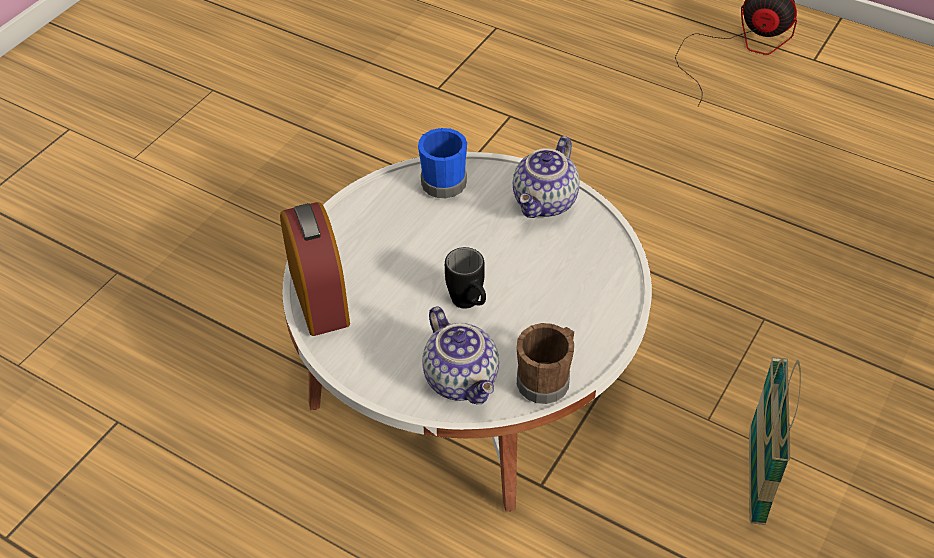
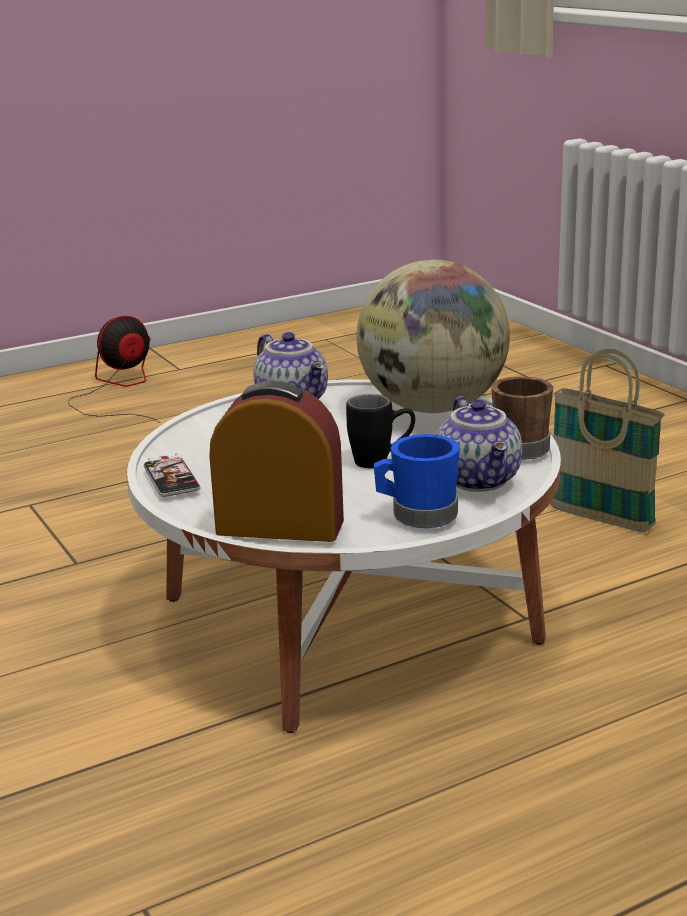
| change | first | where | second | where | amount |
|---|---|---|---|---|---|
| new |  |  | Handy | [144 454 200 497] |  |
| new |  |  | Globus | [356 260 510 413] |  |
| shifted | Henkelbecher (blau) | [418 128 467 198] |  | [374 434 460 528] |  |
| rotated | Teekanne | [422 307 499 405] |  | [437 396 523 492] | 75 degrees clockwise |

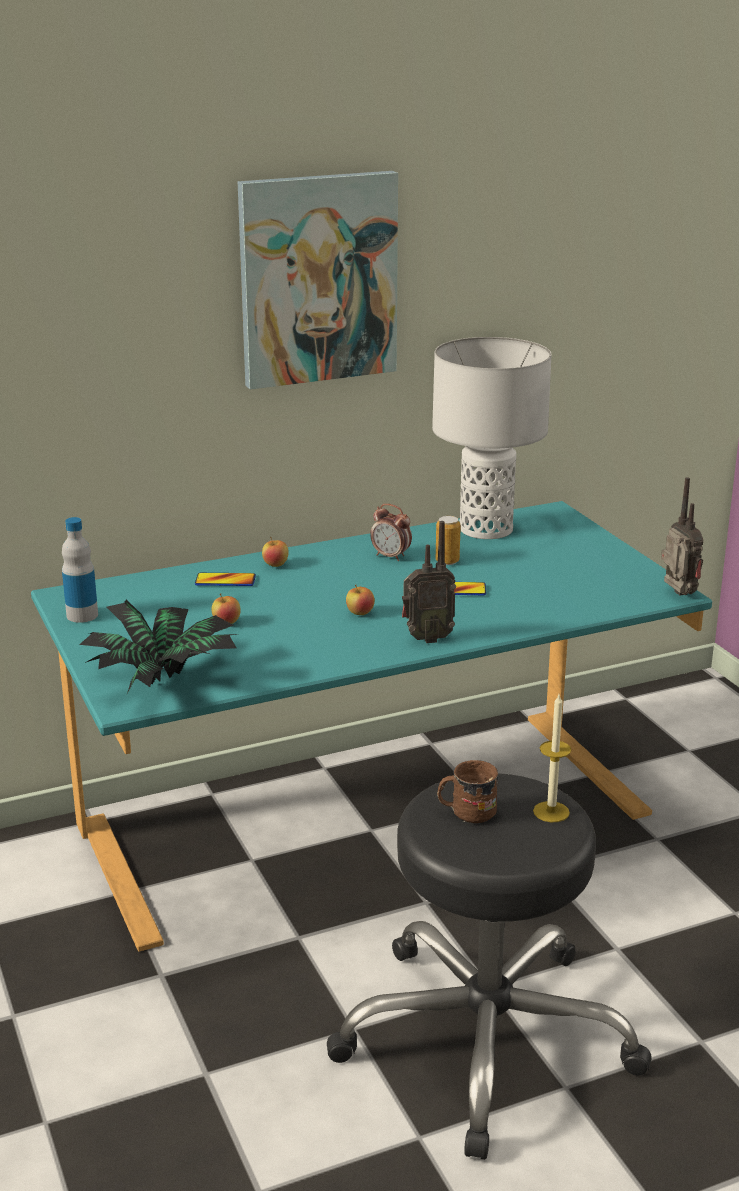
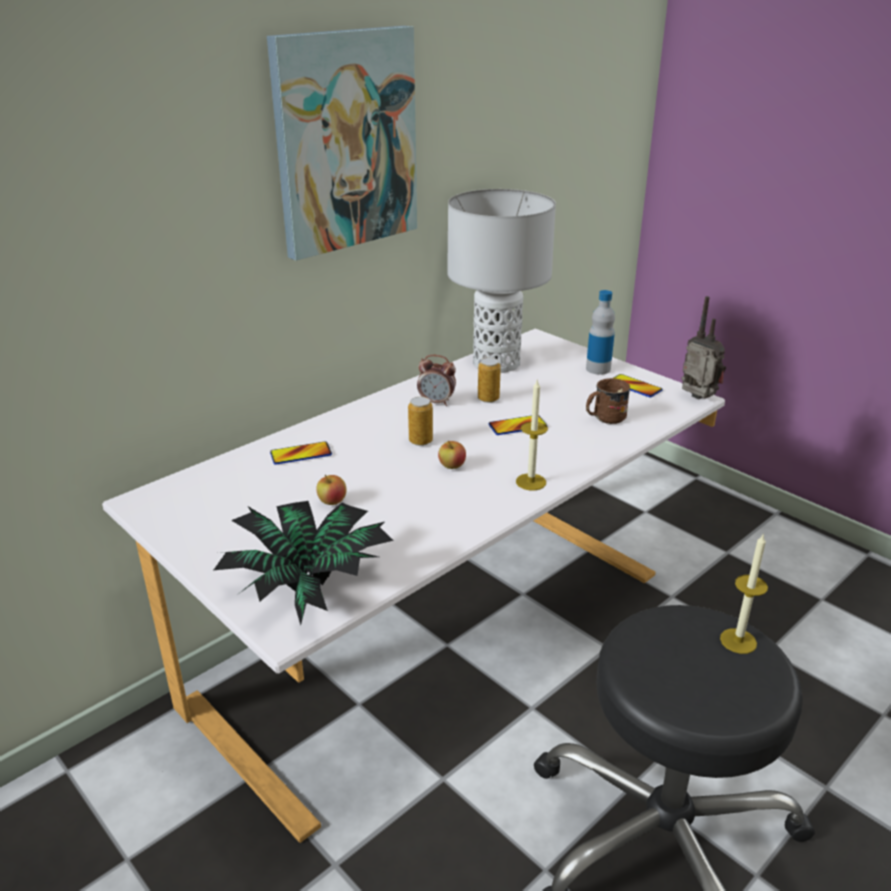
| change | first | where | second | where | amount |
|---|---|---|---|---|---|
| repainted | Schreibtisch (türkis) | [31 501 712 952] | Schreibtisch (weiß) | [102 328 725 843] |  |
| new |  |  | Dose | [408 397 433 446] |  |
| swapped | Radio | [402 521 456 643] | Kerze | [516 380 548 491] |  |
| shifted | Flasche | [62 517 98 623] |  | [586 290 615 375] |  |
| shifted | Henkelbecher (braun) | [437 760 498 823] |  | [586 378 630 424] |  |
| new |  |  | Handy | [614 374 663 397] |  |
| gone | Apfel | [262 537 289 567] |  |  |  |

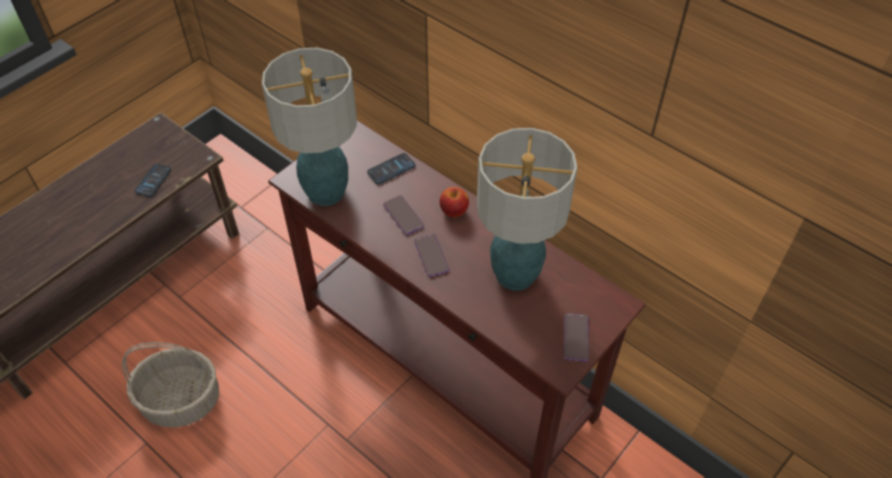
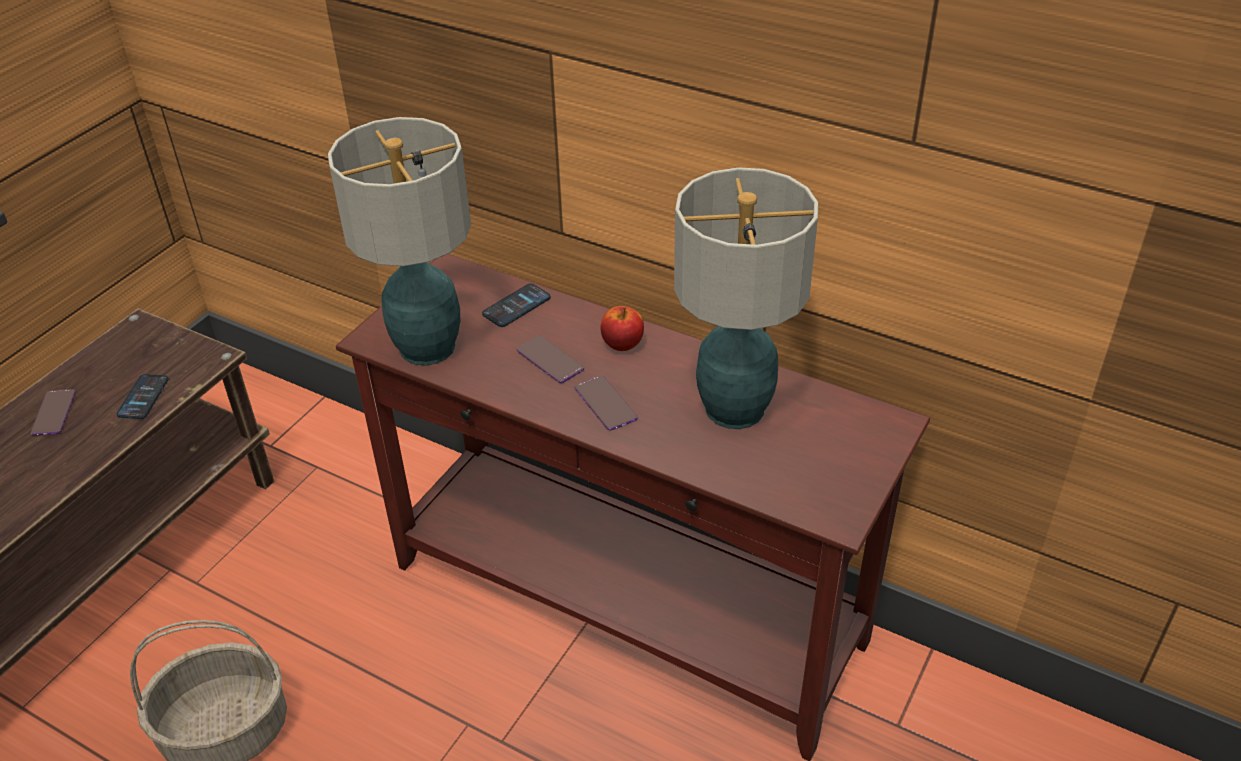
| change | first | where | second | where | amount |
|---|---|---|---|---|---|
| shifted | Handy | [564 313 589 361] |  | [31 389 76 436] |  |

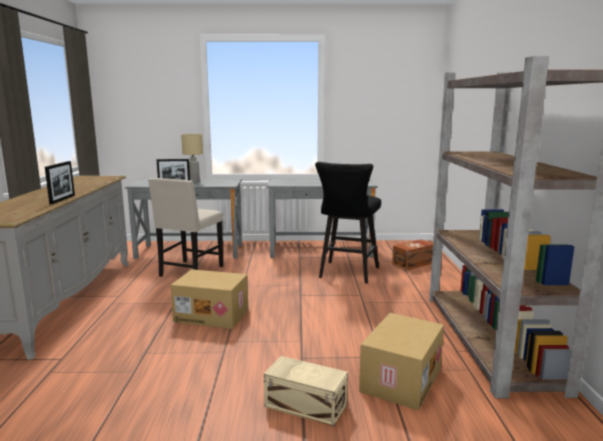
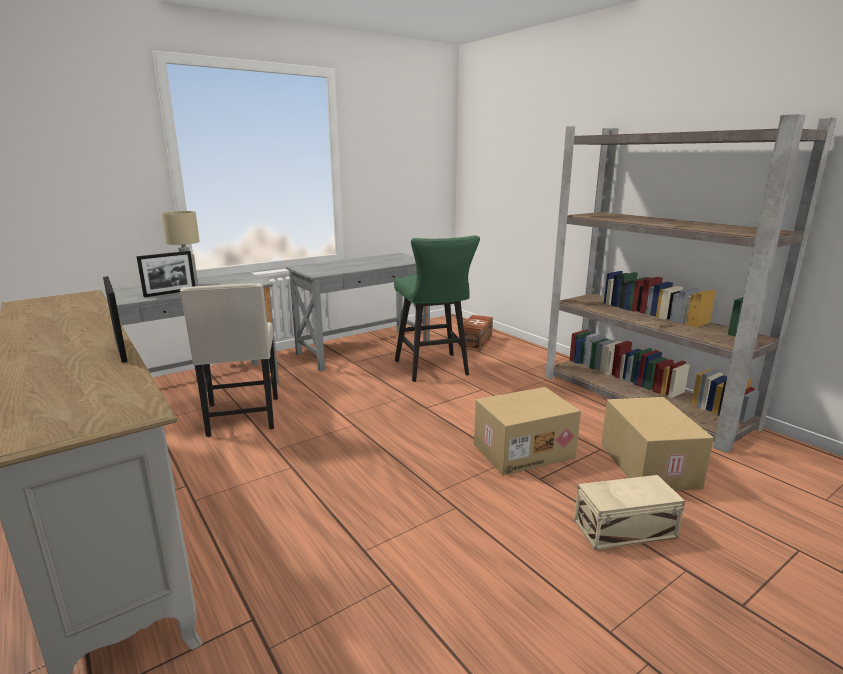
| change | first | where | second | where | amount |
|---|---|---|---|---|---|
| repainted | Hocker (schwarz) | [315 162 381 284] | Hocker (grün) | [394 235 480 382] |  |
| shifted | Karton | [171 269 248 329] |  | [474 387 581 476] |  |

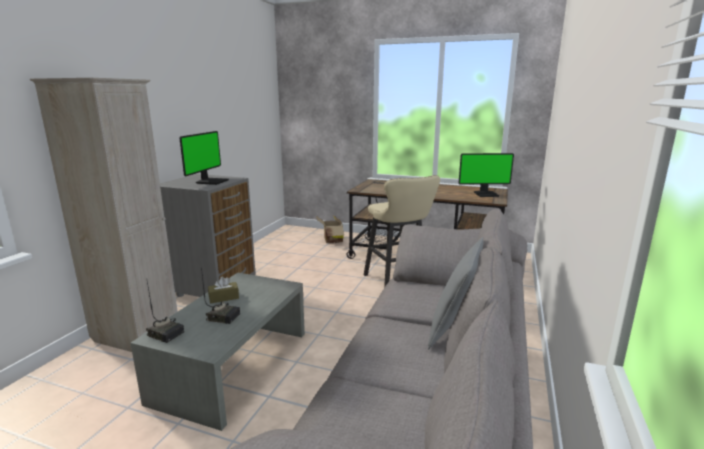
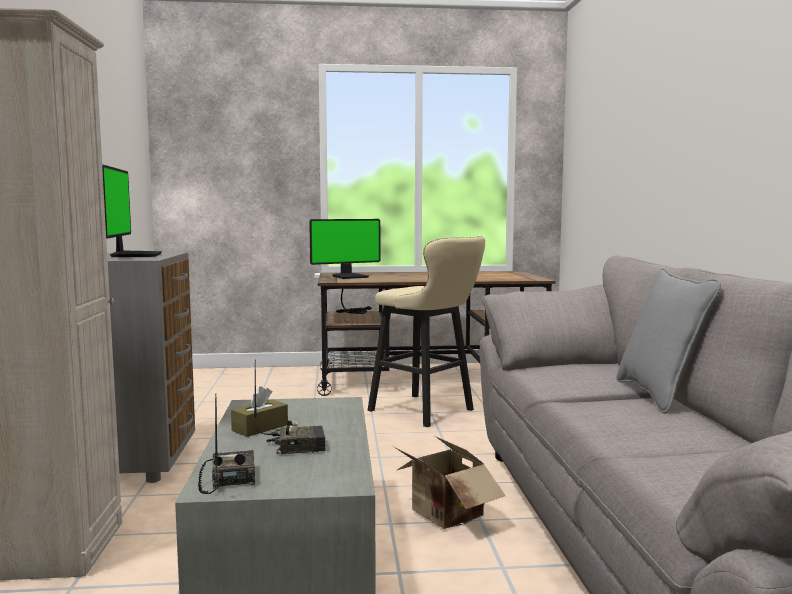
| change | first | where | second | where | amount |
|---|---|---|---|---|---|
| rotated | Radio | [146 281 184 343] |  | [198 394 255 494] | 105 degrees counterclockwise |
| shifted | Monitor | [459 153 514 197] |  | [309 219 380 279] |  |
| shifted | Karton | [316 215 344 243] |  | [394 436 506 529] |  |

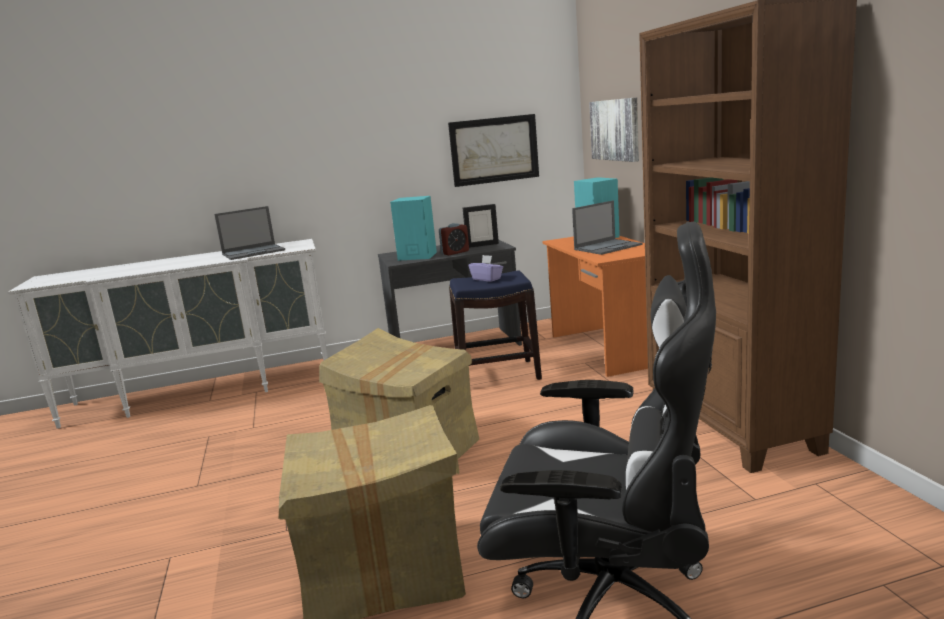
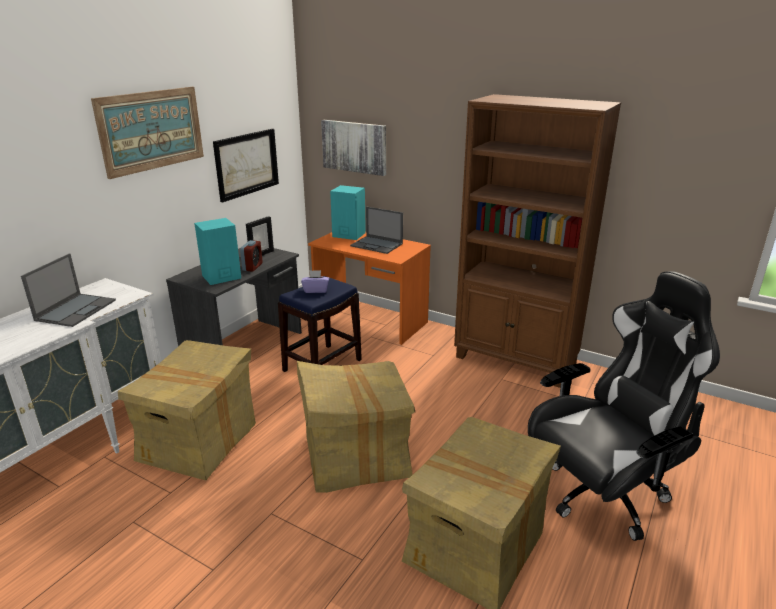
| change | first | where | second | where | amount |
|---|---|---|---|---|---|
| new |  |  | Bild | [91 87 204 179] |  |
| new |  |  | Karton | [118 340 256 480] |  |
| rotated | Laptop | [572 200 642 255] |  | [350 206 403 254] | 105 degrees clockwise |

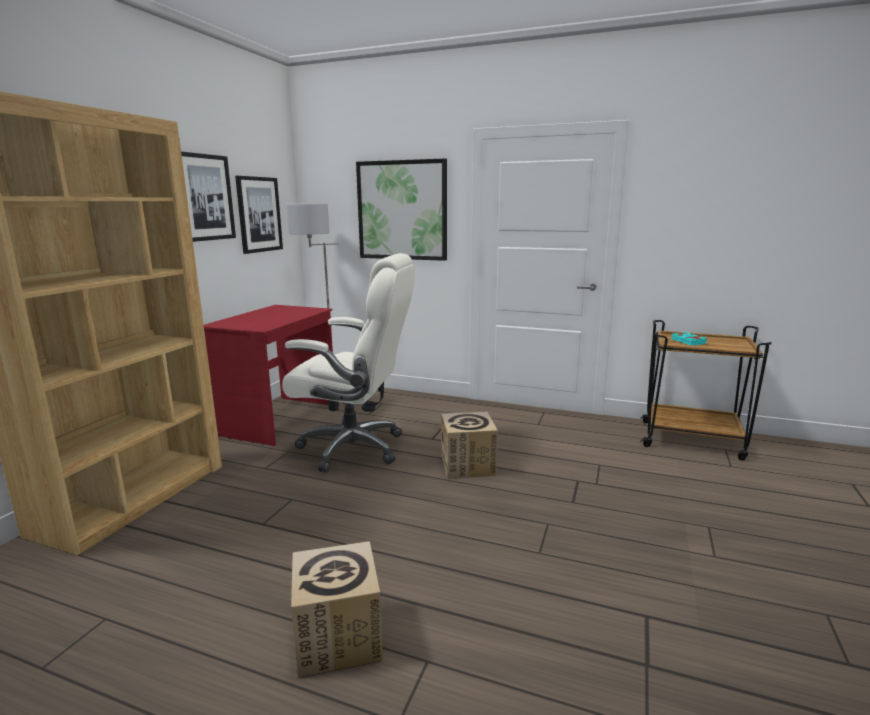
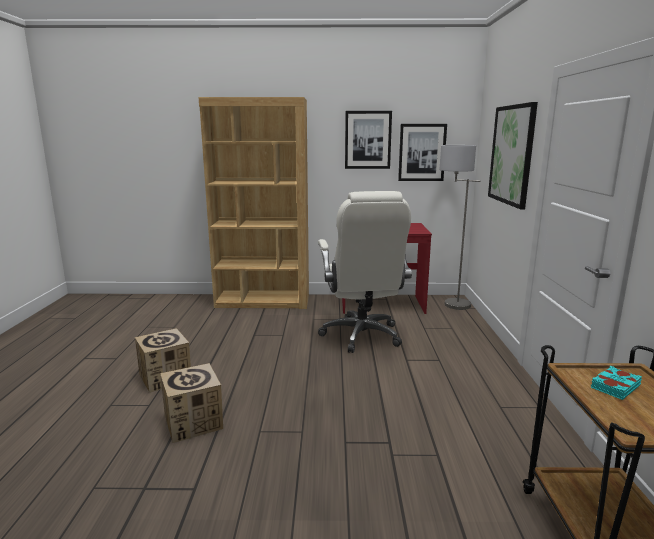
| change | first | where | second | where | amount |
|---|---|---|---|---|---|
| shifted | Karton | [441 412 498 479] |  | [160 363 223 443] |  |

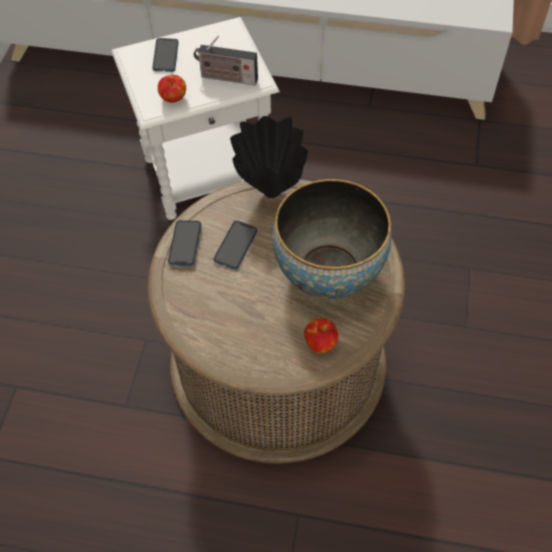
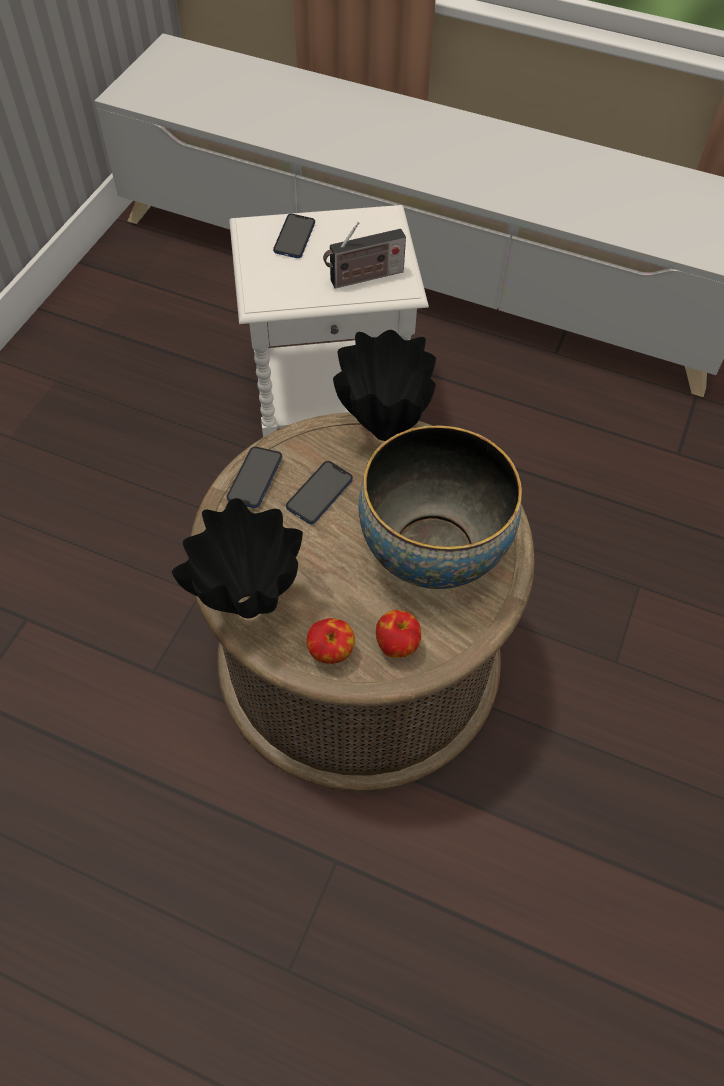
| change | first | where | second | where | amount |
|---|---|---|---|---|---|
| new |  |  | Vase (schwarz) | [172 498 303 618] |  |
| shifted | Apfel | [158 75 186 102] |  | [307 618 355 664] |  |
| rotated | Radio | [194 35 258 85] |  | [323 222 406 289] | 45 degrees counterclockwise |

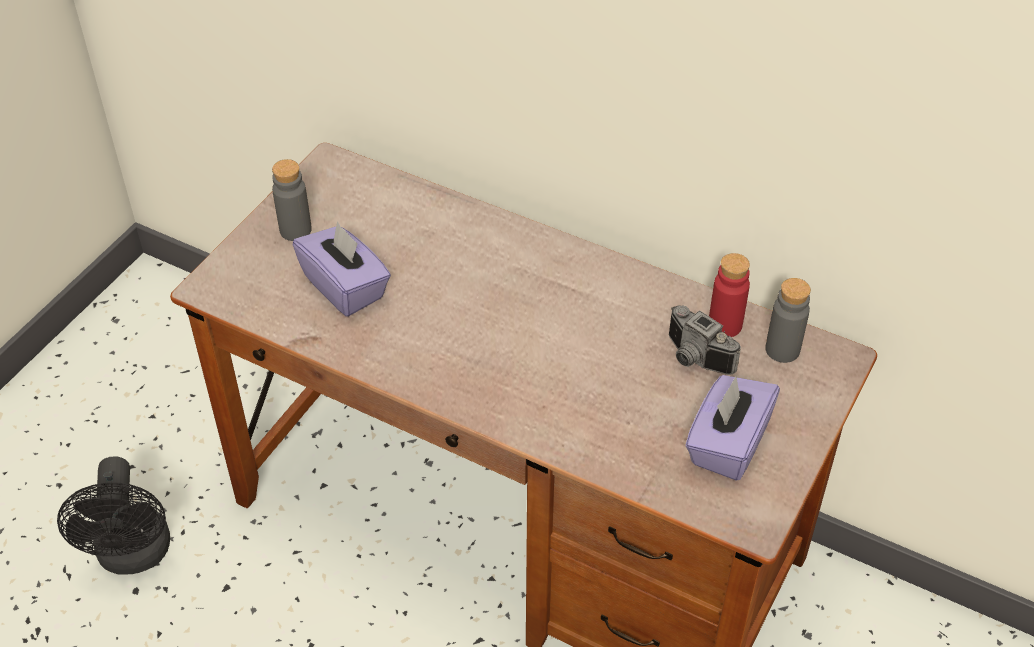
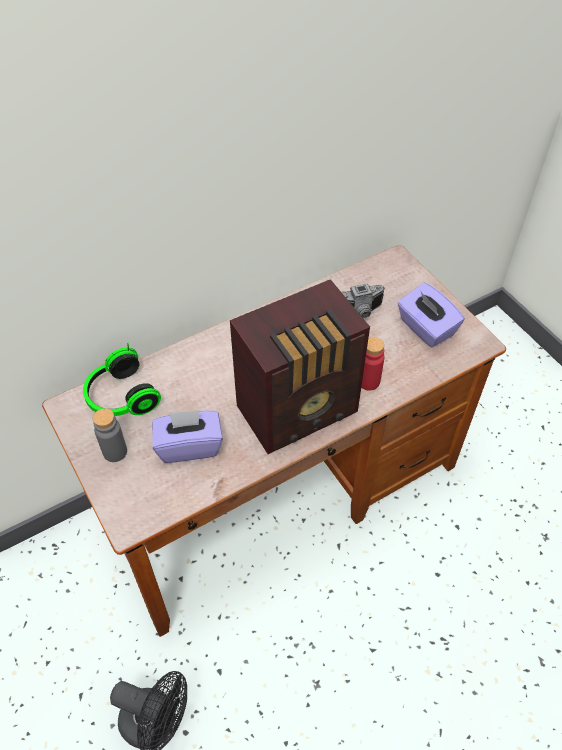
| change | first | where | second | where | amount |
|---|---|---|---|---|---|
| new |  |  | Kopfhörer | [83 343 161 416] |  |
| new |  |  | Radio | [230 279 370 454] |  |
| shifted | Flasche (rot) | [709 253 750 337] |  | [361 337 385 391] |  |
| gone | Flasche (grau) | [765 278 811 363] |  |  |  |

